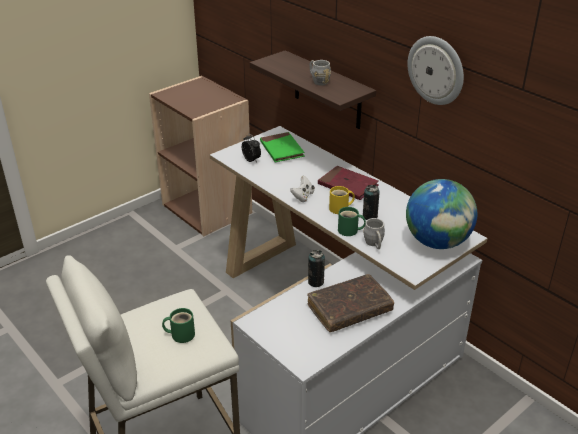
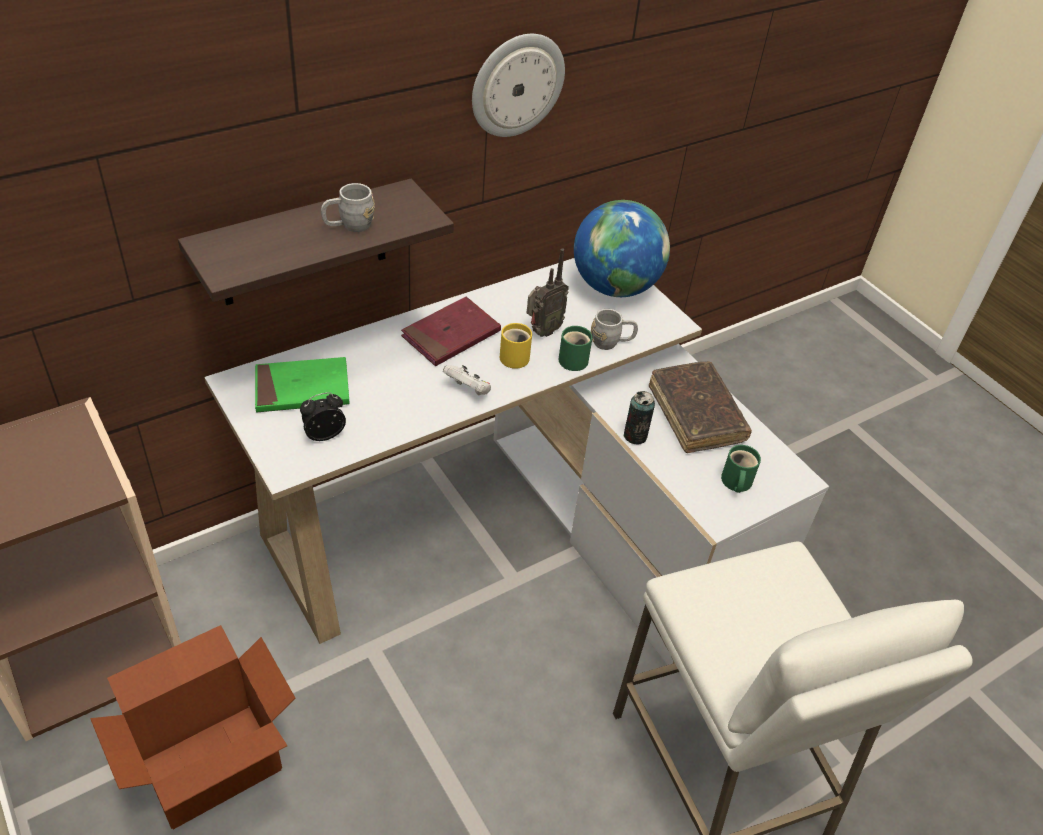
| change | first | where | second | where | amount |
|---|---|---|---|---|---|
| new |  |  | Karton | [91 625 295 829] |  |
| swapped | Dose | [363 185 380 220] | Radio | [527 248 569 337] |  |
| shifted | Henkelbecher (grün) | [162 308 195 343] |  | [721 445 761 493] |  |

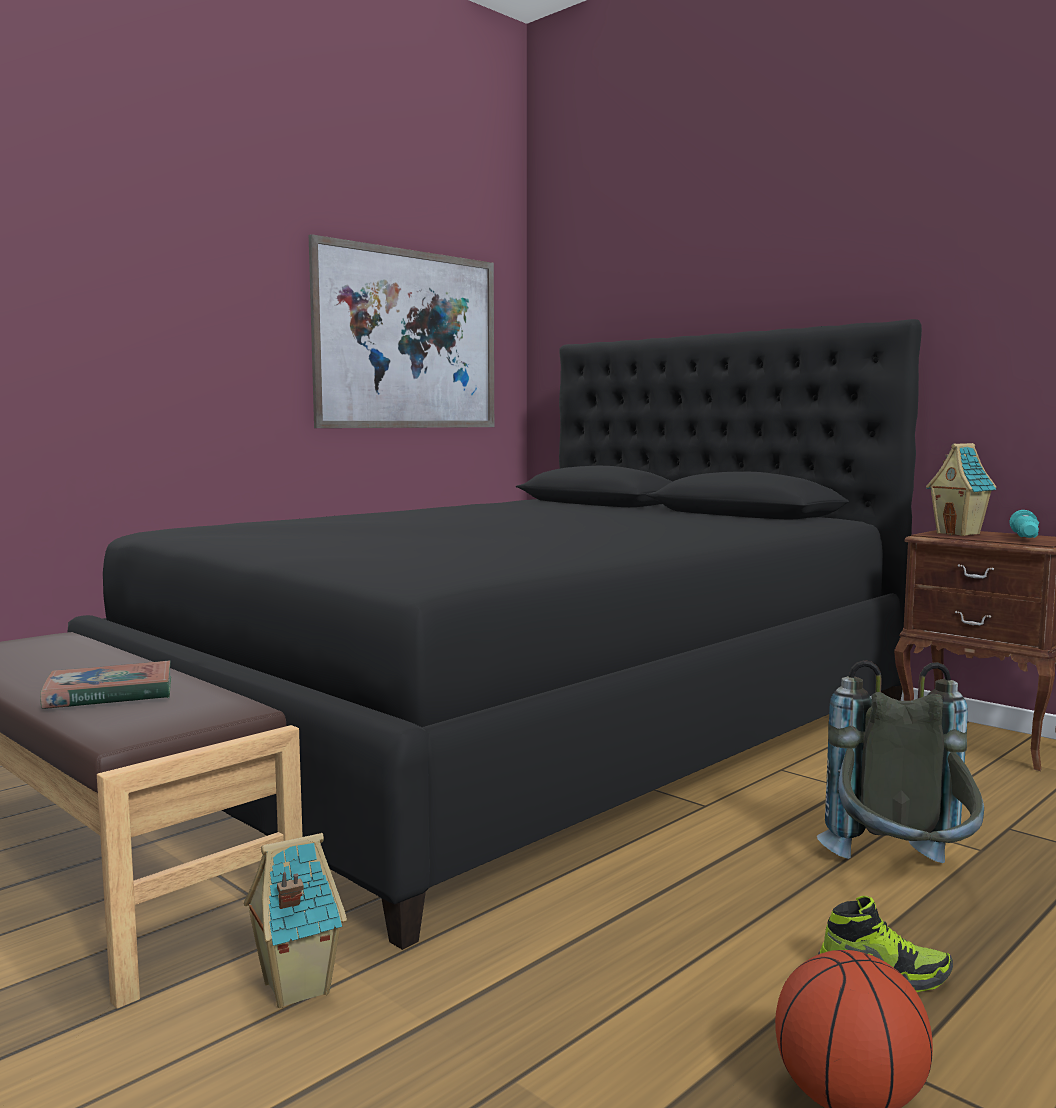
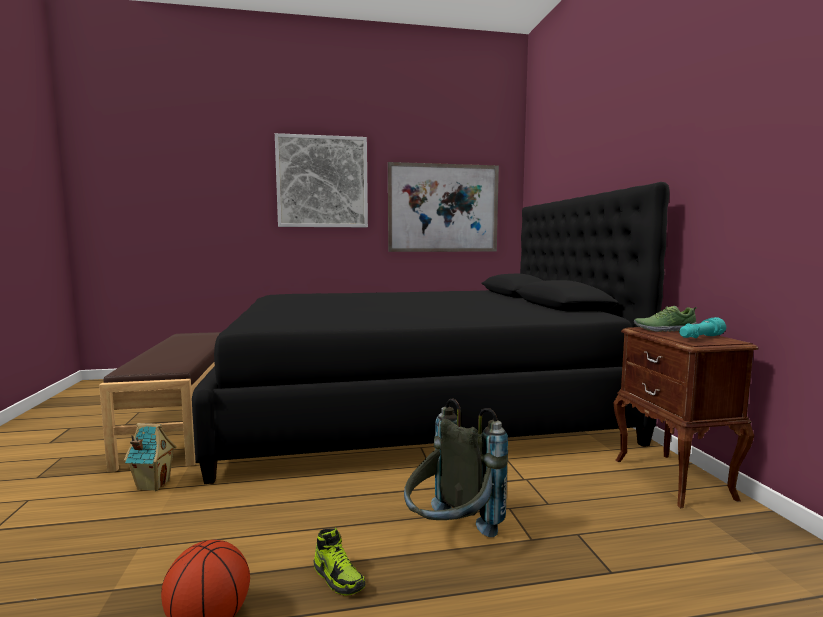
| change | first | where | second | where | amount |
|---|---|---|---|---|---|
| new |  |  | Bild | [275 133 368 227] |  |
| swapped | Spielzeughaus | [926 443 997 536] | Schuh | [634 305 697 332] |  |
| gone | Buch | [40 661 171 709] |  |  |  |

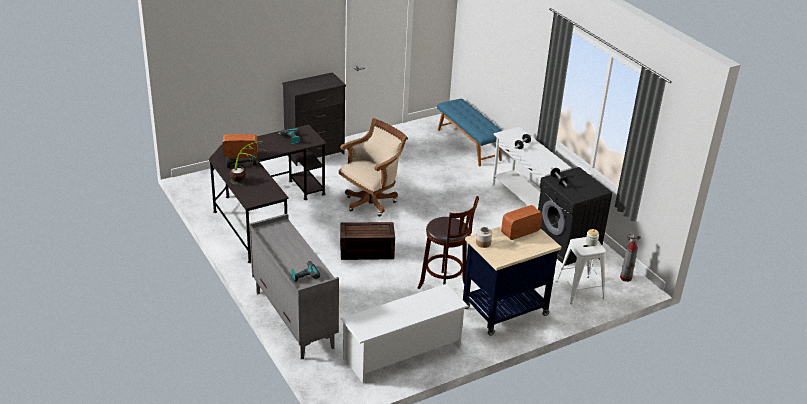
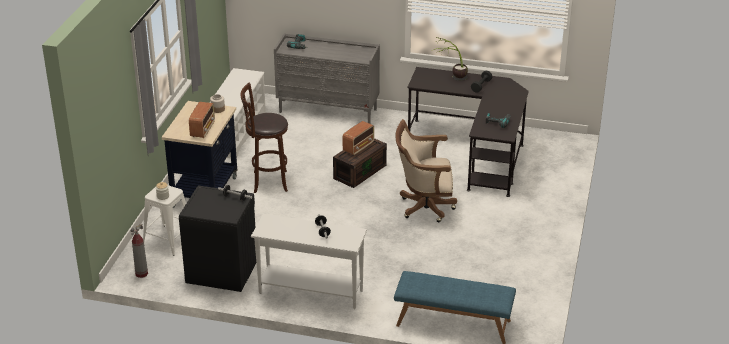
| change | first | where | second | where | amount |
|---|---|---|---|---|---|
| shifted | Radio | [222 134 258 159] |  | [343 121 374 155] |  |
| rotated | Bürostuhl | [339 118 408 217] |  | [396 119 457 222] | 90 degrees clockwise |
| gone | Kommode (schwarz) | [282 72 346 166] |  |  |  |

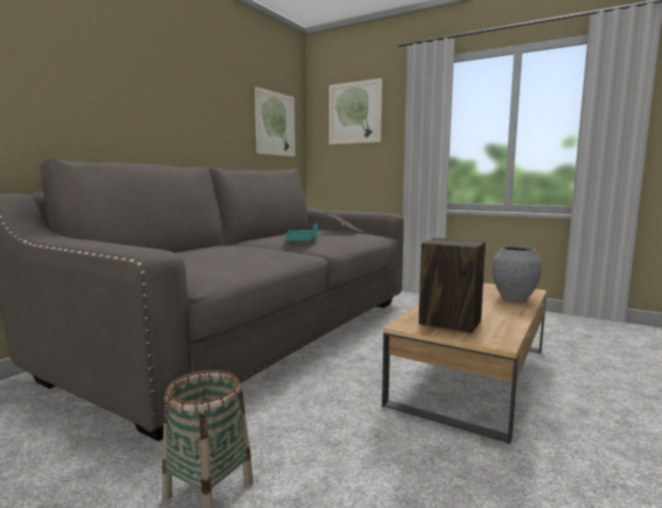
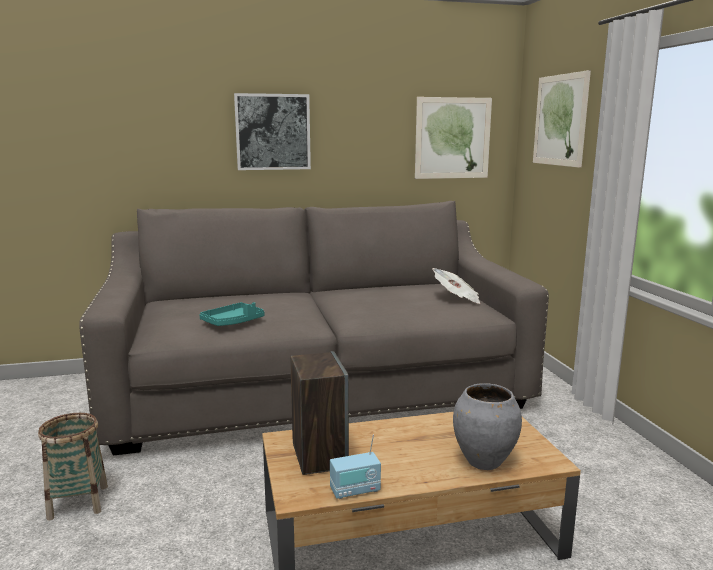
| change | first | where | second | where | amount |
|---|---|---|---|---|---|
| shifted | Tablett (türkis) | [285 224 318 242] |  | [199 302 264 326] |  |
| new |  |  | Bild | [234 93 311 170] |  |
| new |  |  | Radio | [330 434 381 499] |  |

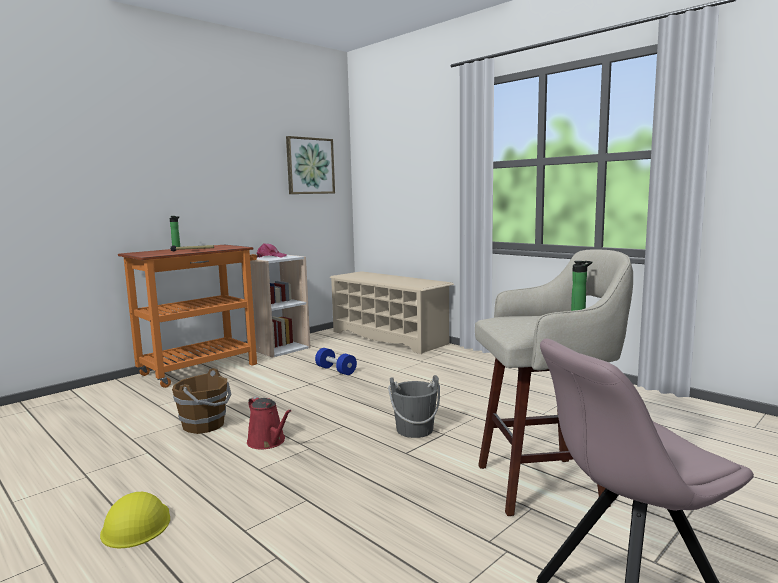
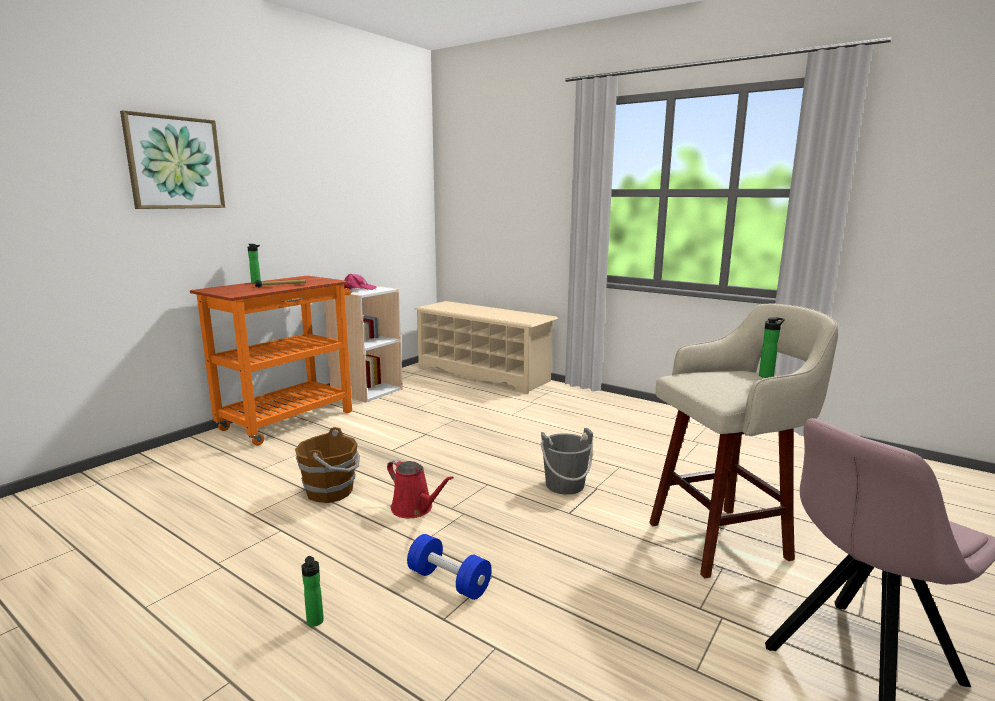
| change | first | where | second | where | amount |
|---|---|---|---|---|---|
| shifted | Bild | [286 136 335 194] |  | [120 110 225 209] |  |
| swapped | Schutzhelm (gelb) | [100 492 170 548] | Flasche | [301 556 324 627] |  |
| shifted | Hantel (blau) | [315 348 357 375] |  | [407 534 492 600] |  |

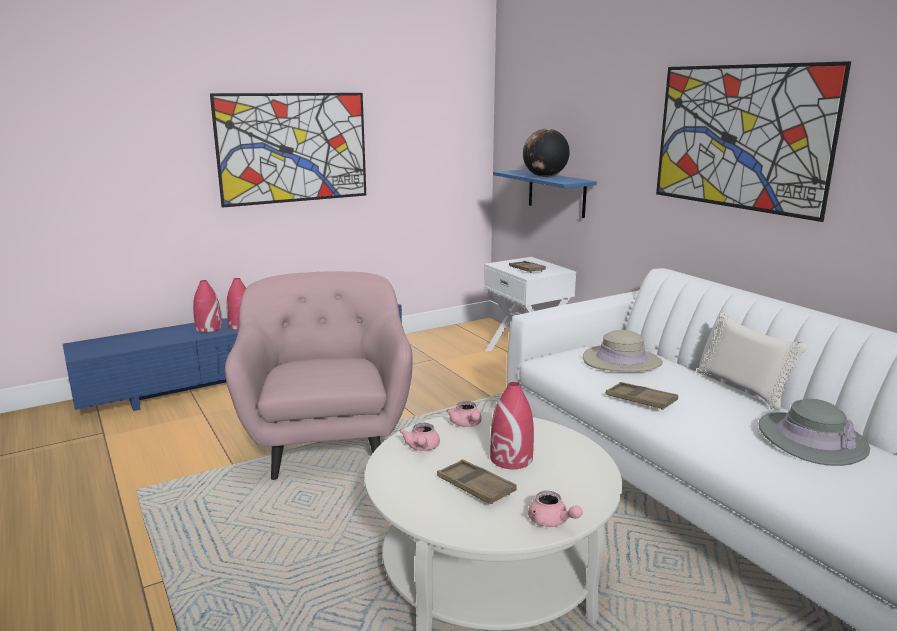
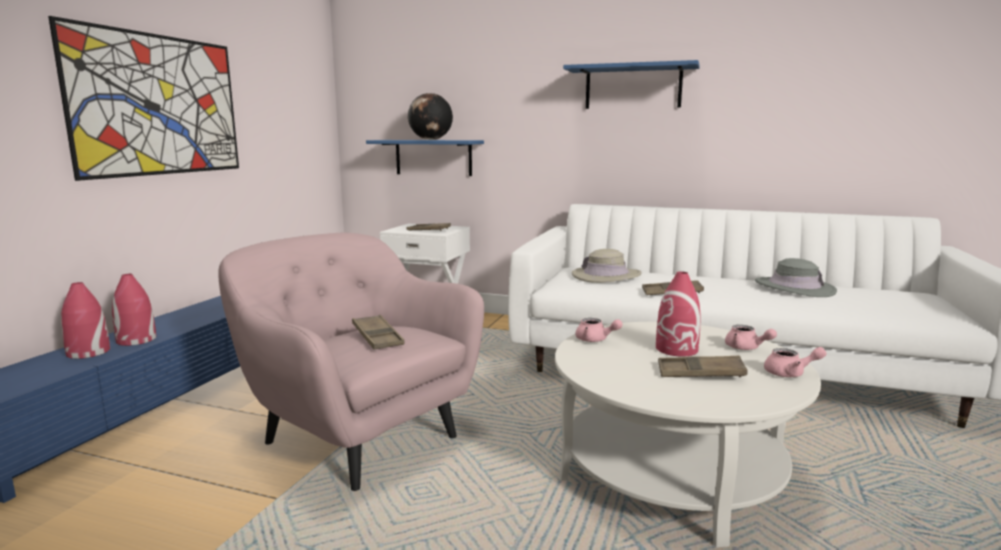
| change | first | where | second | where | amount |
|---|---|---|---|---|---|
| new |  |  | Tablett (braun) | [352 315 405 350] |  |
| swapped | Bild | [656 61 851 222] | Wandregal (blau) | [563 60 700 109] |  |
| shifted | Teekanne (rosa) | [399 423 440 451] |  | [725 325 777 350] |  |
| gone | Kissen (weiß) | [697 313 807 411] |  |  |  |

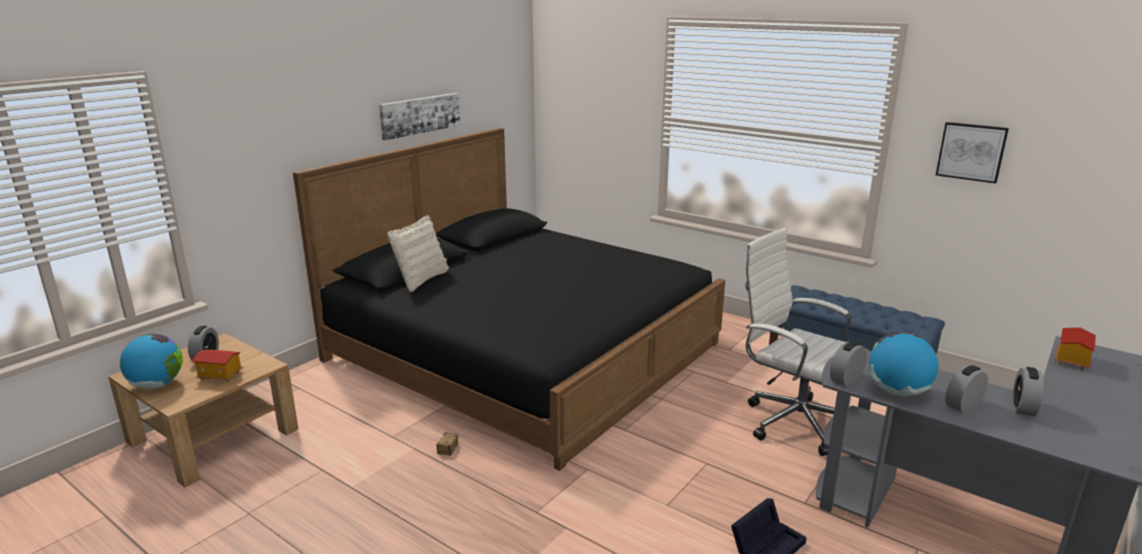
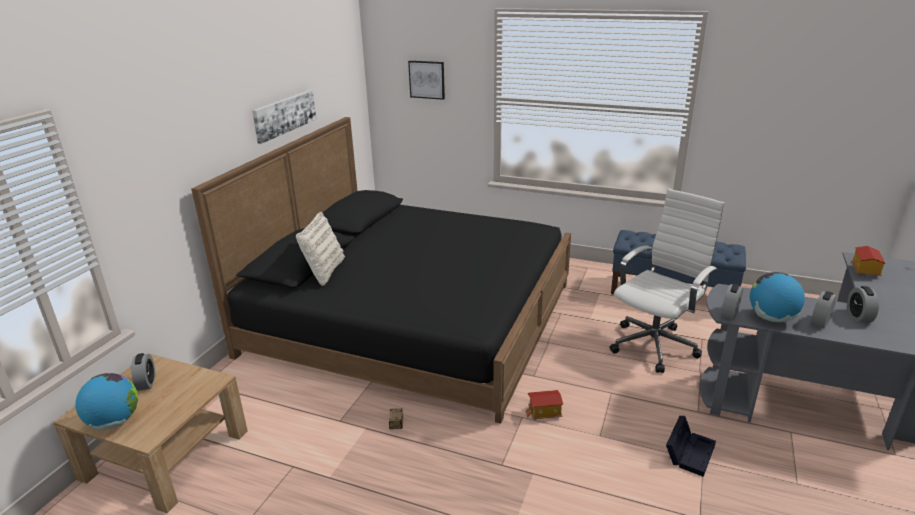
| change | first | where | second | where | amount |
|---|---|---|---|---|---|
| shifted | Bild | [936 122 1009 183] |  | [408 61 445 100] |  |
| shifted | Spielzeughaus | [192 349 243 382] |  | [525 390 563 420] |  |
| rotated | Bürostuhl (weiß) | [745 228 867 456] |  | [609 189 725 373] | 105 degrees clockwise |

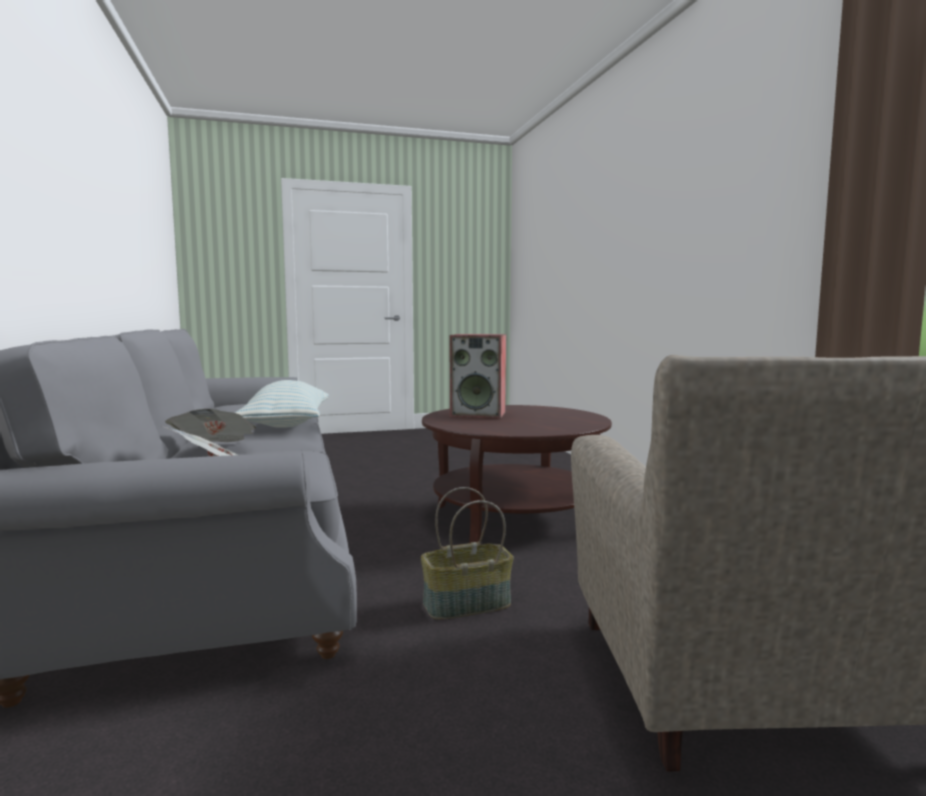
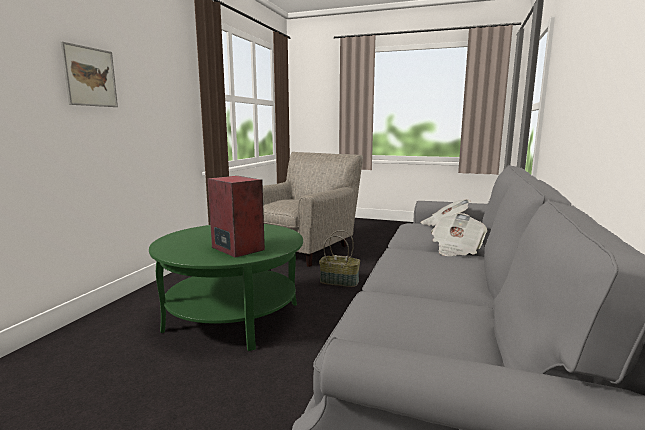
| change | first | where | second | where | amount |
|---|---|---|---|---|---|
| new |  |  | Bild | [60 41 118 107] |  |
| repainted | Couchtisch (braun) | [422 405 612 543] | Couchtisch (grün) | [149 224 303 351] |  |
| gone | Kissen | [235 380 329 428] |  |  |  |

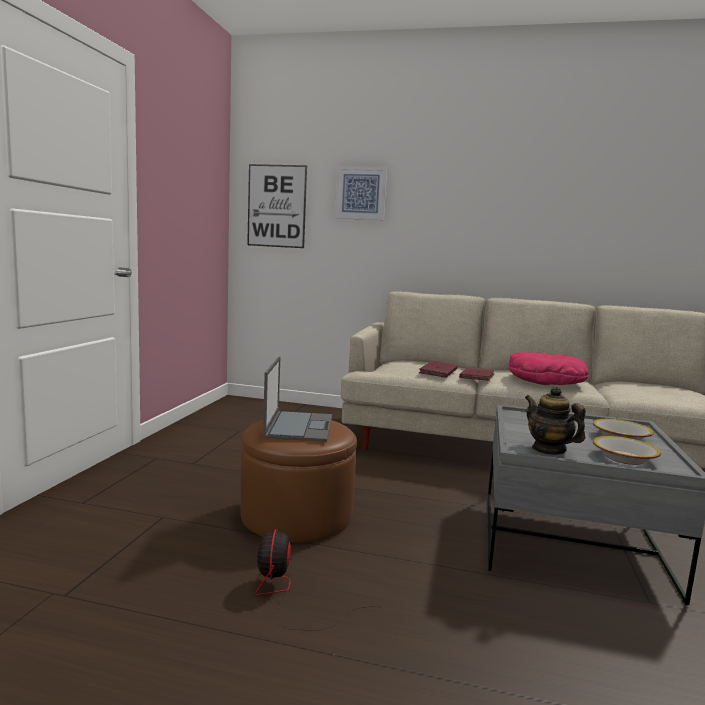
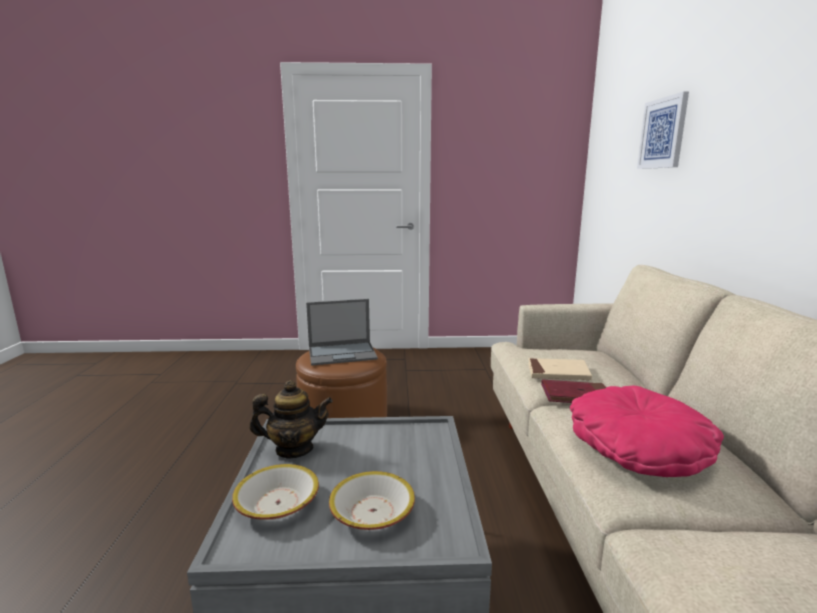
| change | first | where | second | where | amount |
|---|---|---|---|---|---|
| rotated | Teekanne | [525 386 585 455] |  | [249 380 333 458] | 45 degrees clockwise |
| repainted | Buch (rot) | [419 361 458 378] | Buch (beige) | [528 358 592 380] |  |
| gone | Bild | [247 164 307 248] |  |  |  |
| gone | Ventilator | [255 529 377 631] |  |  |  |

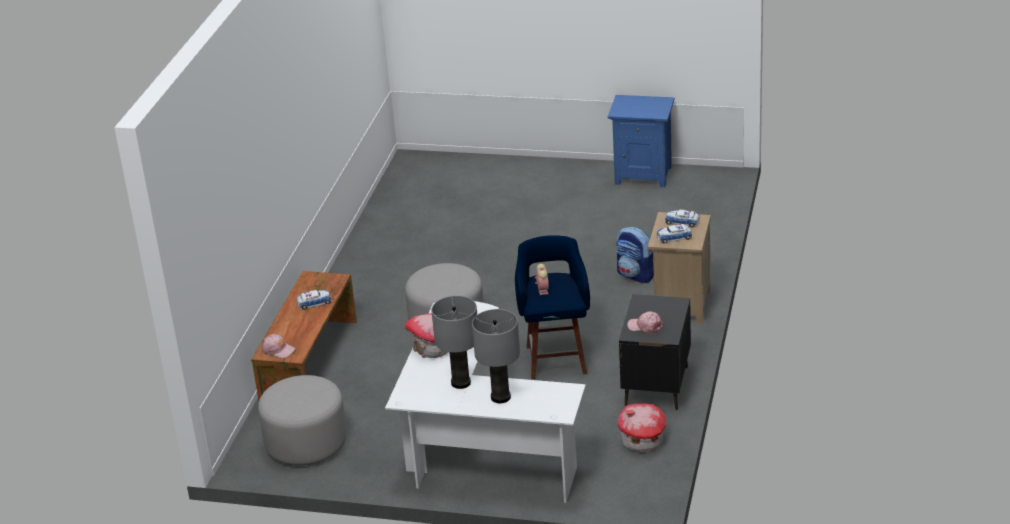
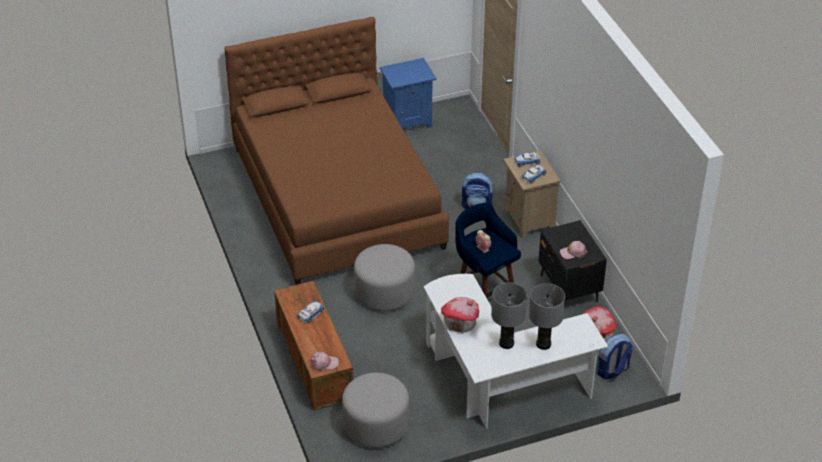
| change | first | where | second | where | amount |
|---|---|---|---|---|---|
| new |  |  | Bett (braun) | [224 17 449 285] |  |
| new |  |  | Rucksack | [598 334 633 379] |  |

